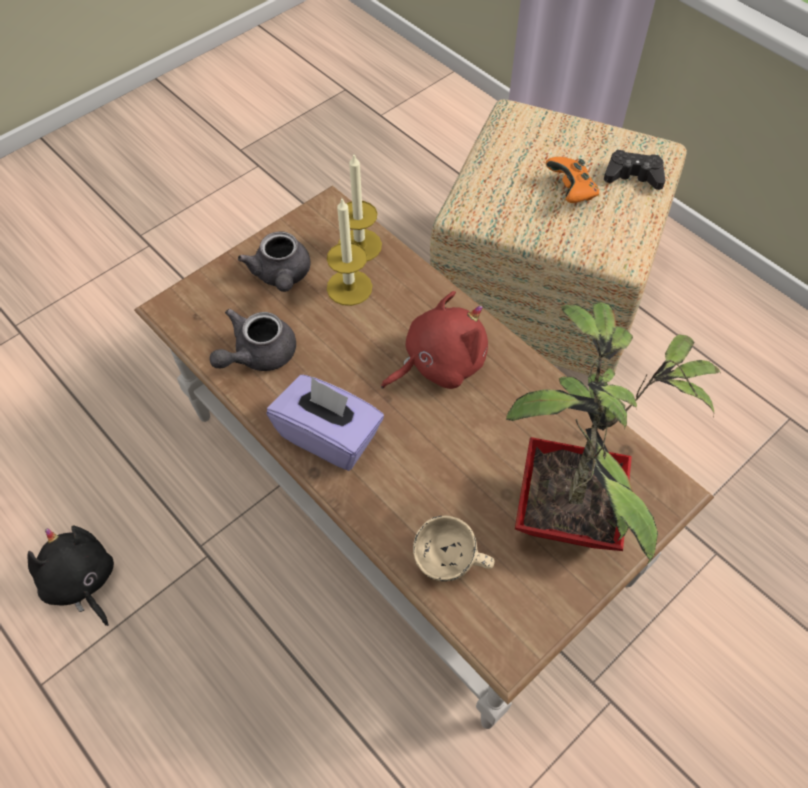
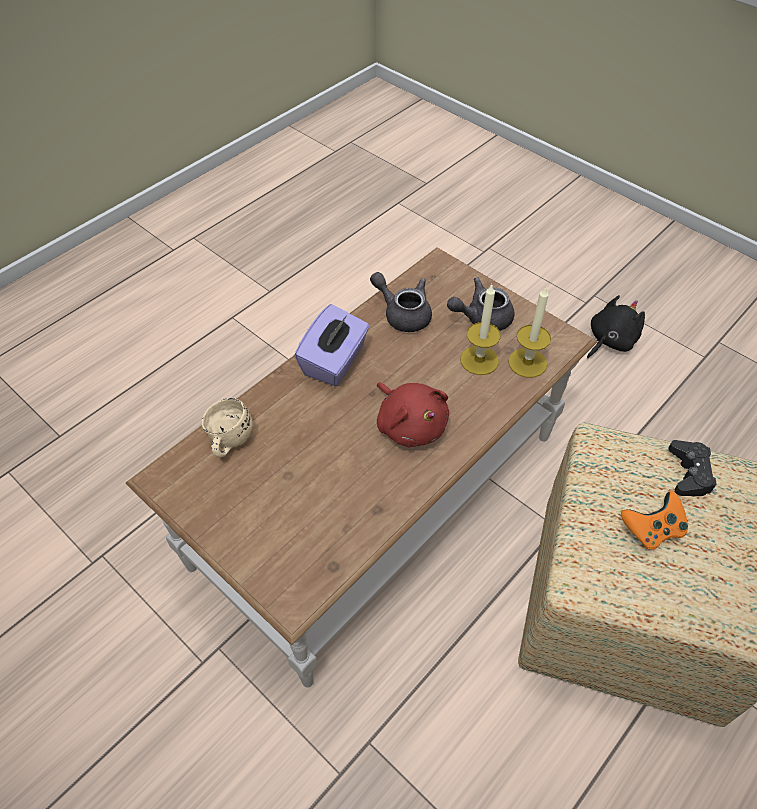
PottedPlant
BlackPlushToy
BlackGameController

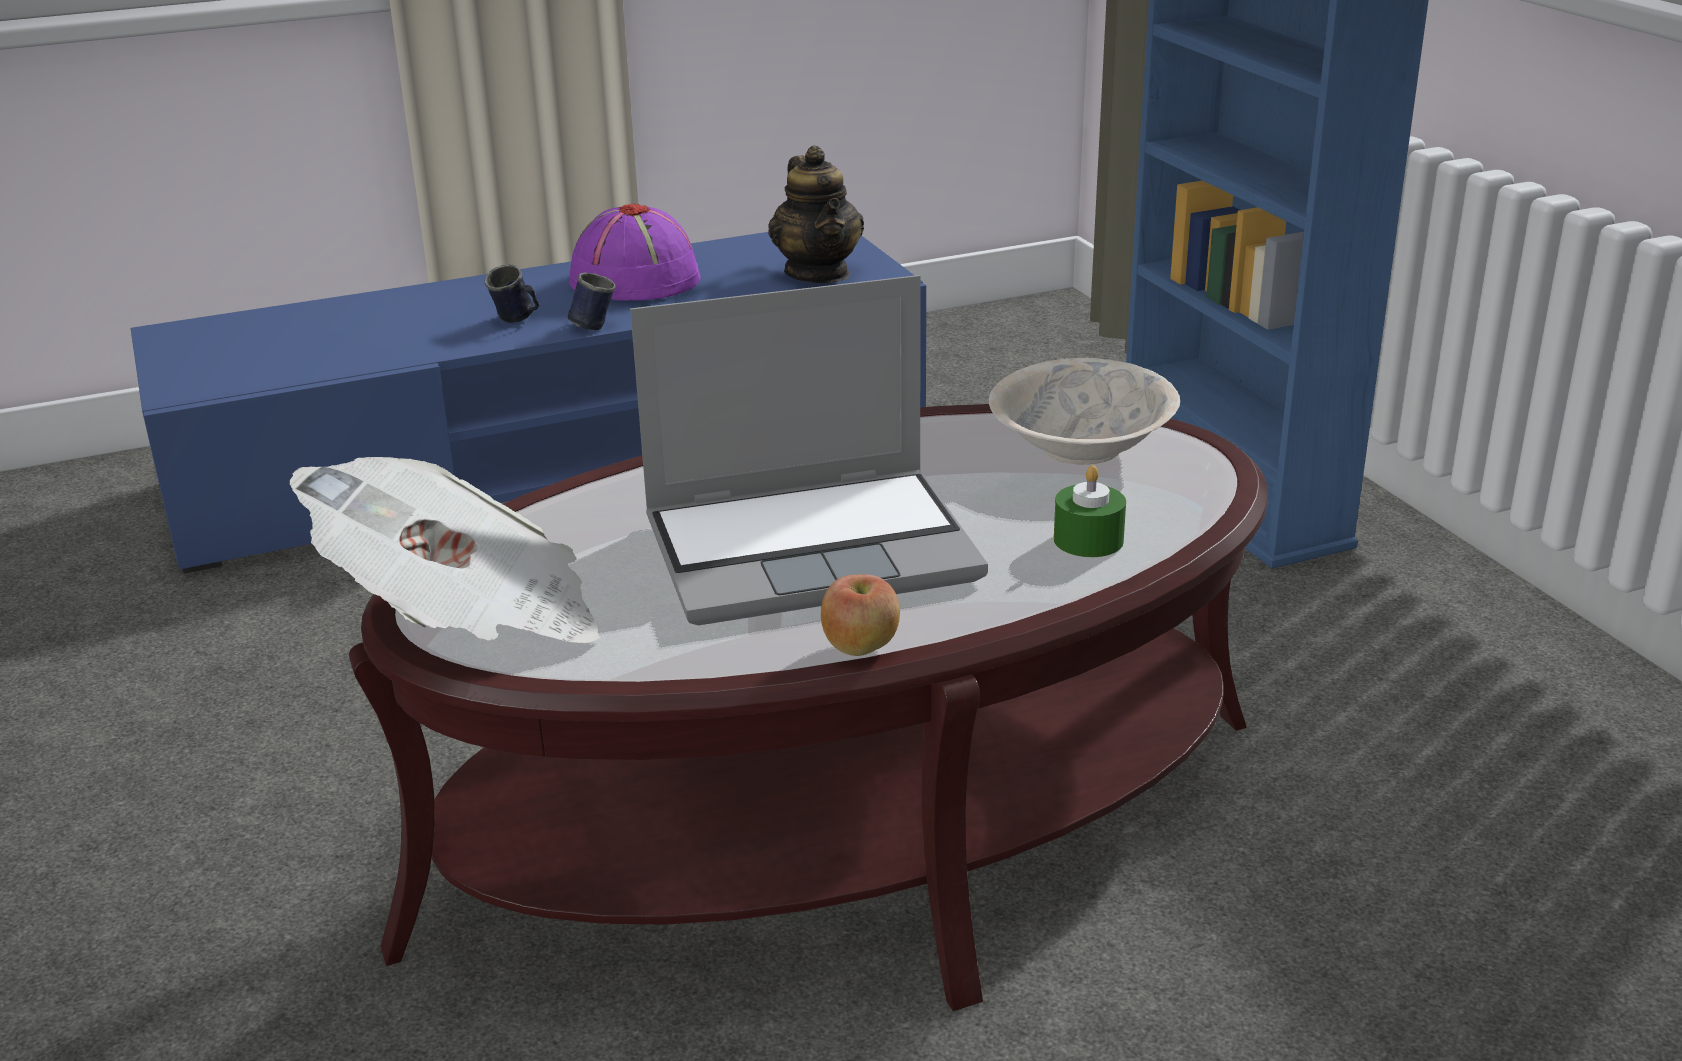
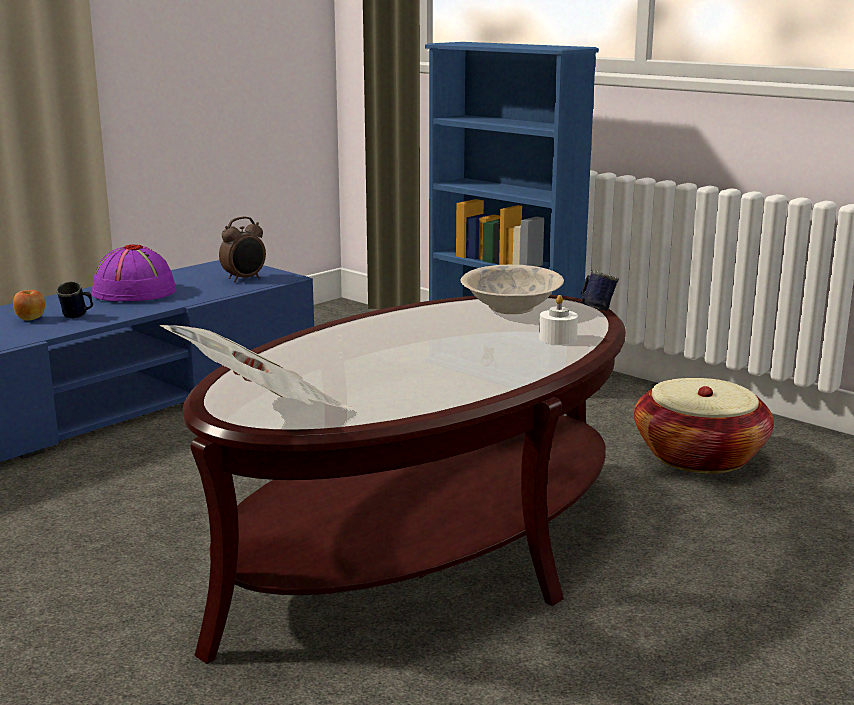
Laptop
Basket
BlueMug (2nd from left)
Apple
AlarmClock
WhiteCandle

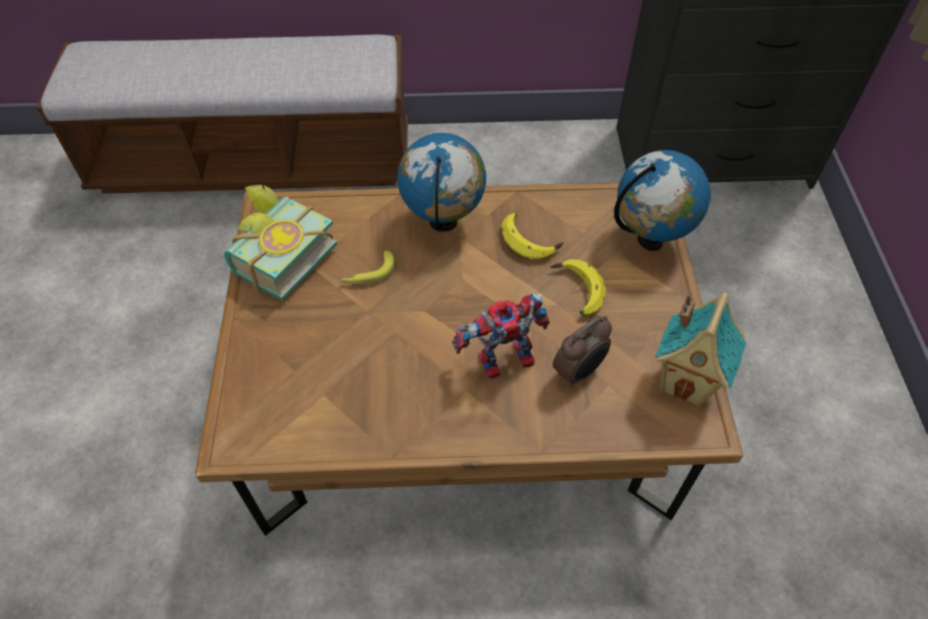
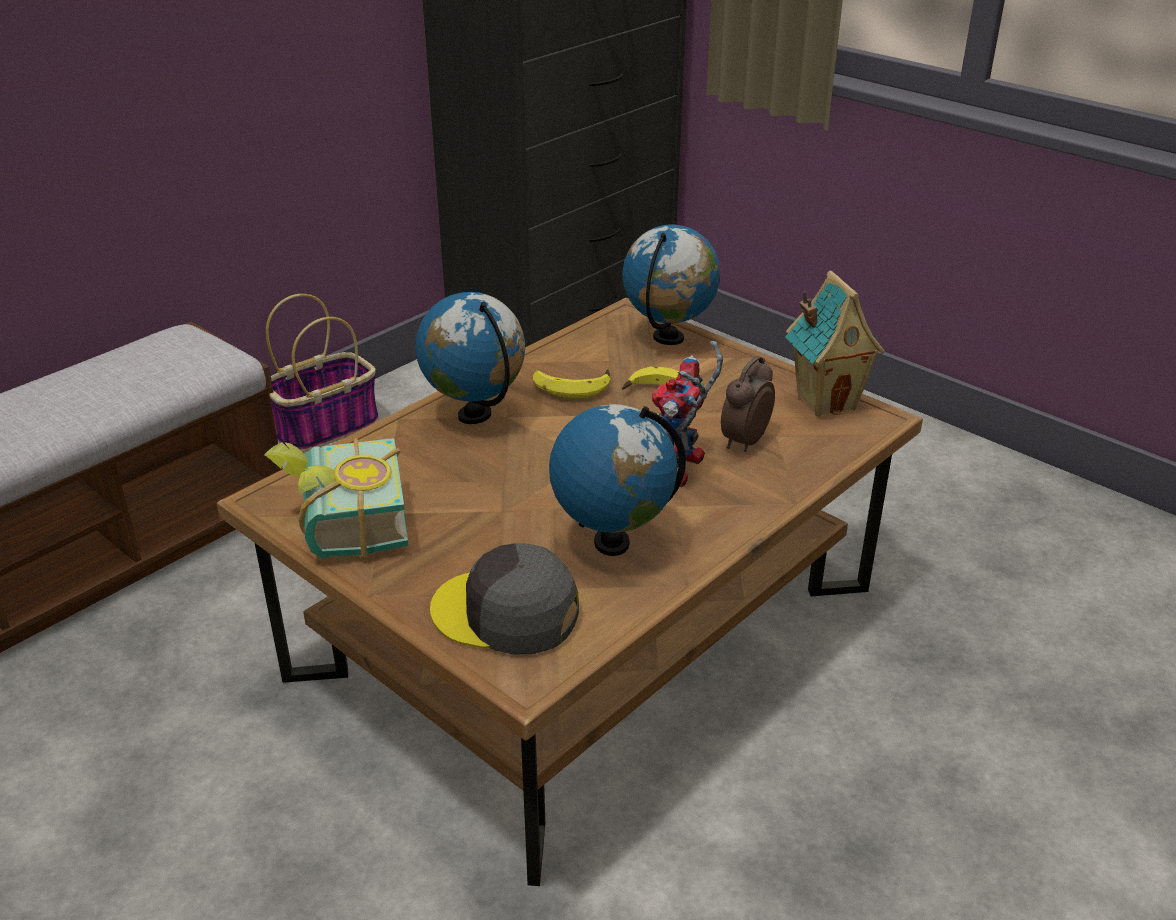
Banana (1st from left in the first image)
Basket
GreyCap
Globe (2nd from left)
AlarmClock

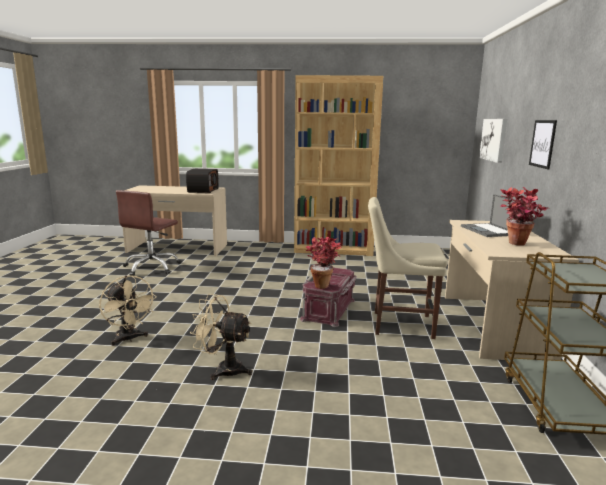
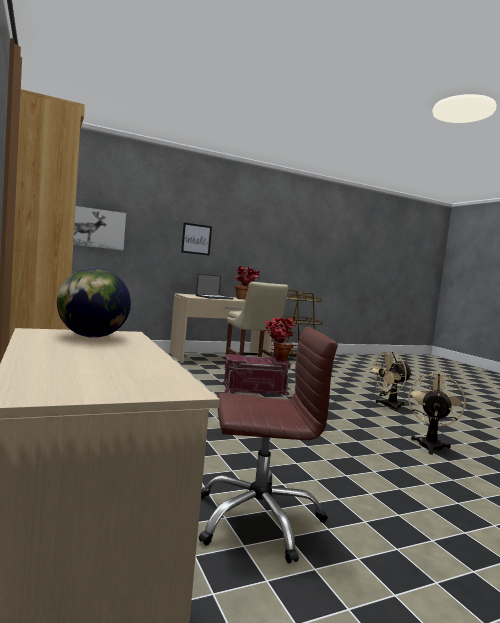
Globe
BeigeFan (1st from left)

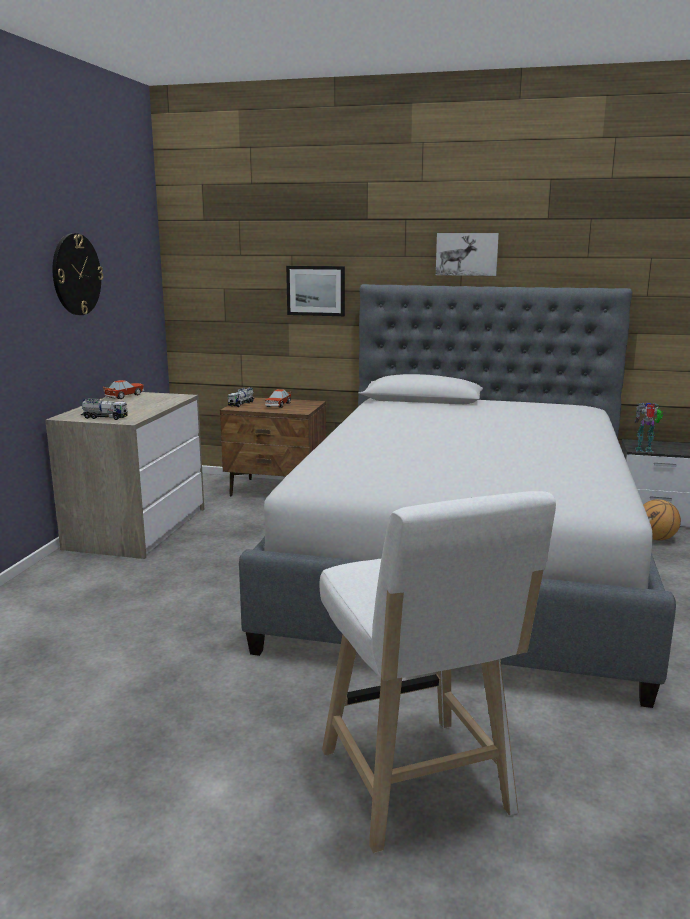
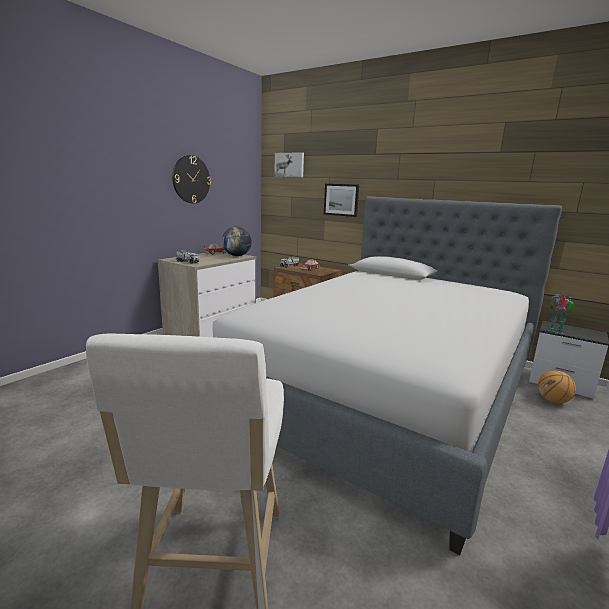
Globe
Picture (1st from left)

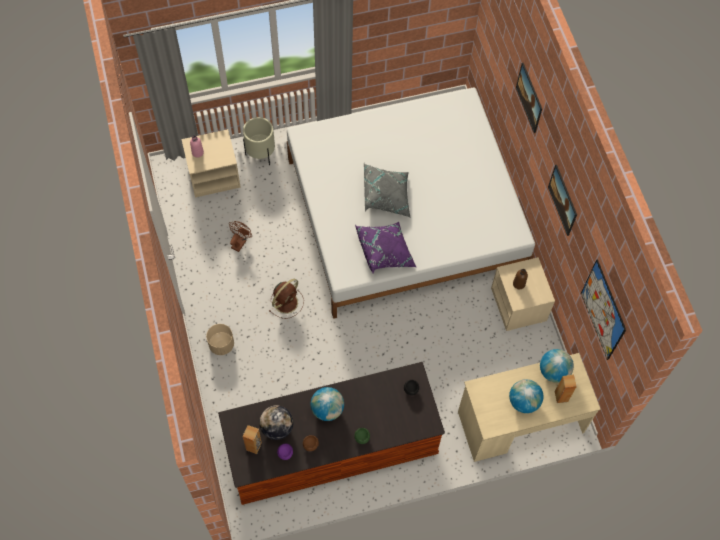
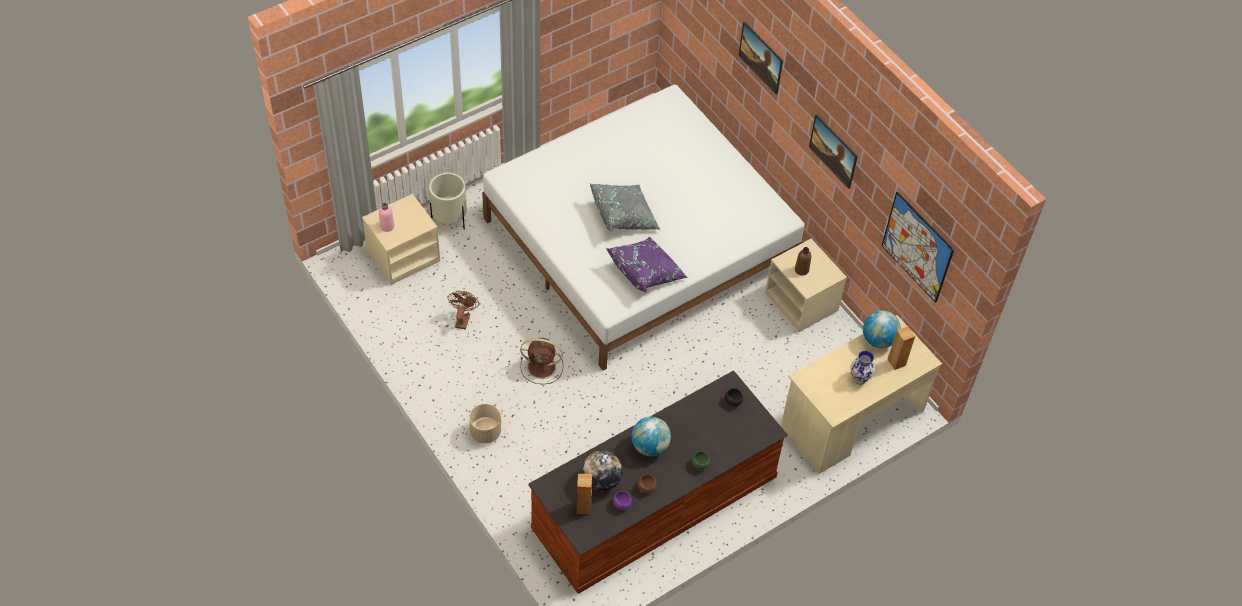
Vase
BrownFan (2nd from left)

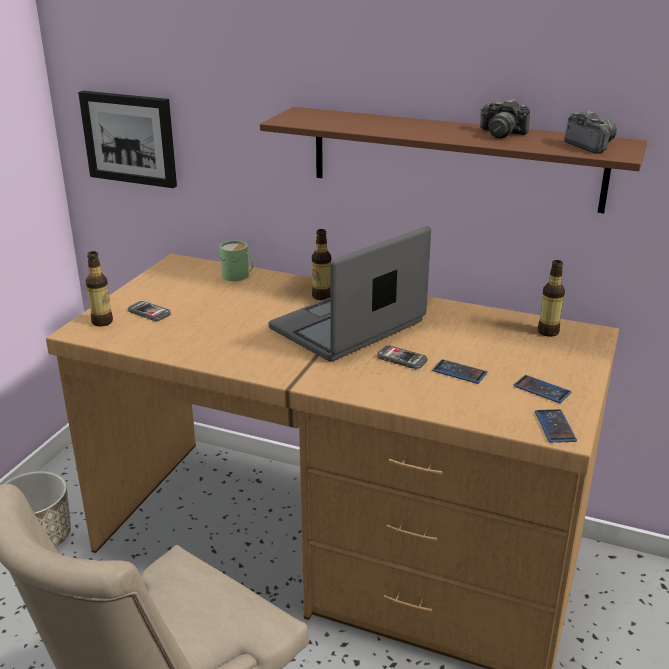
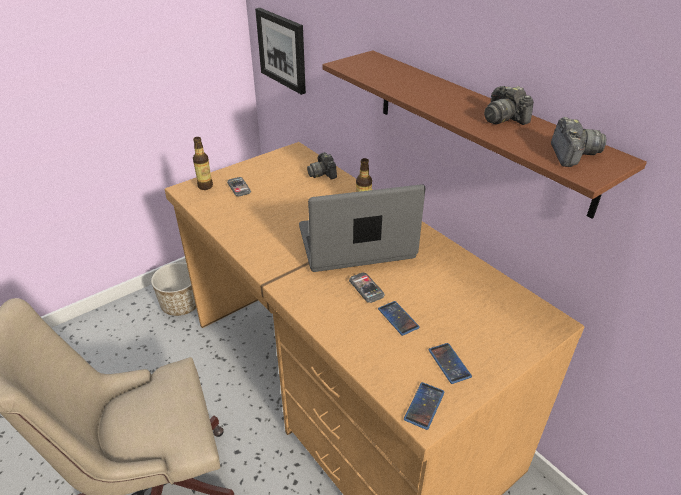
Bottle (3rd from left in the first image)
PhotoCamera (1st from left)

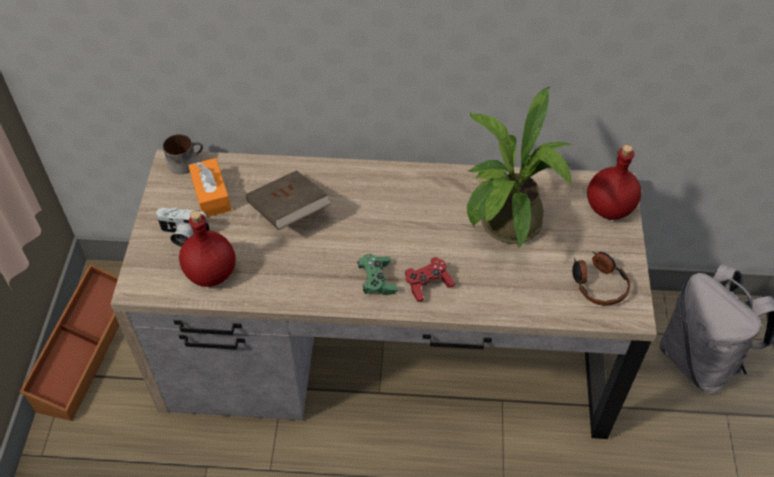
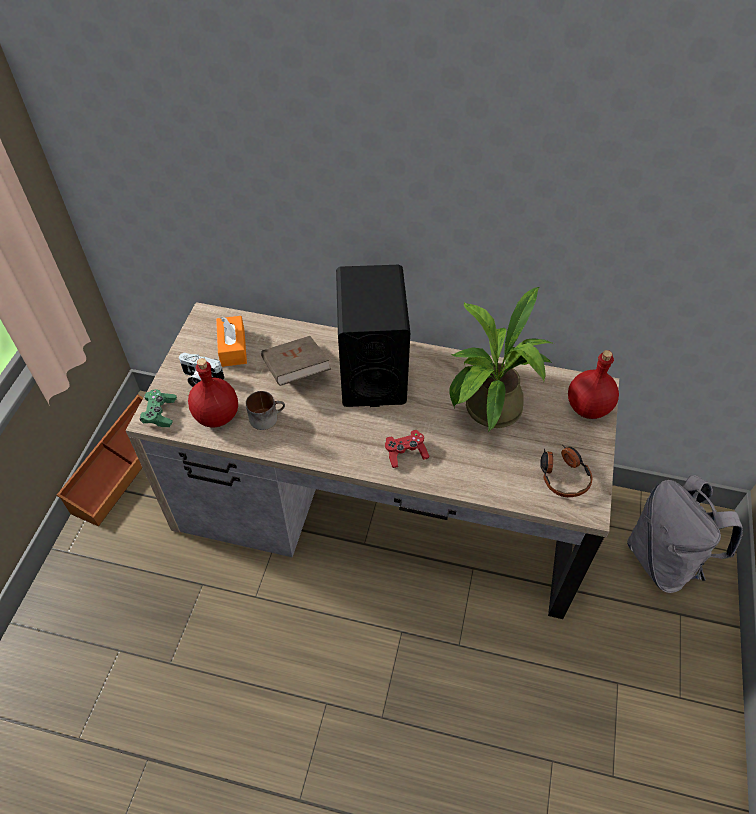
BlackSpeaker
Mug
GreenGameController

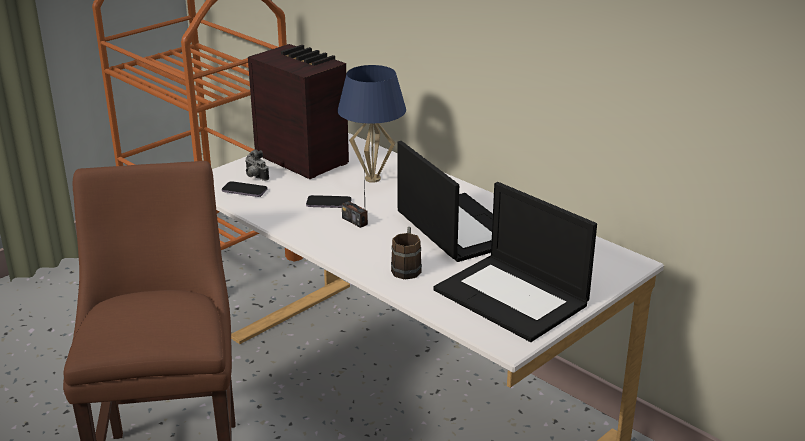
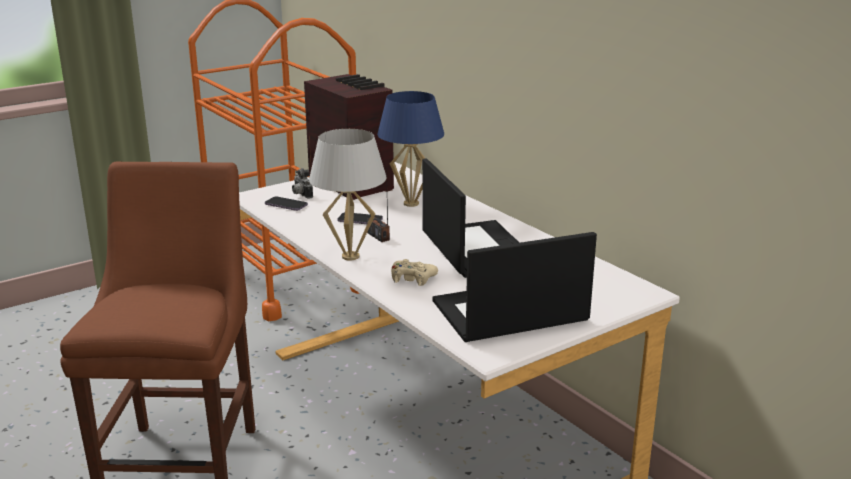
WhiteTableLamp
BeigeGameController
Laptop (2nd from left)

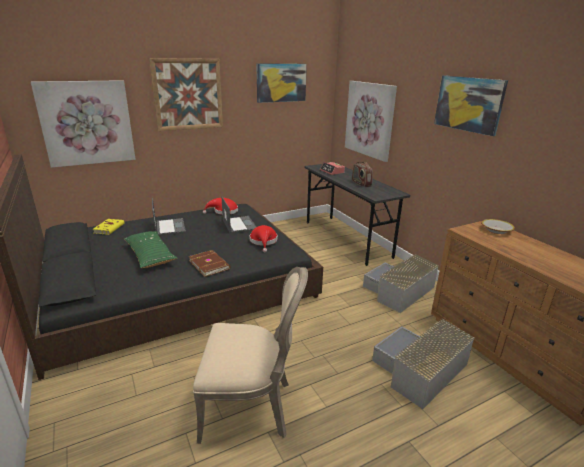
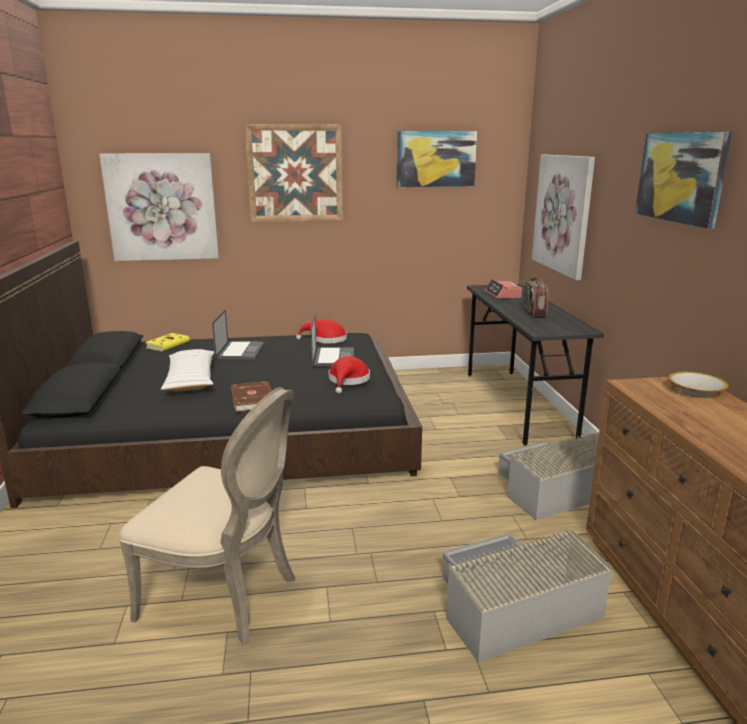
WhitePillow

